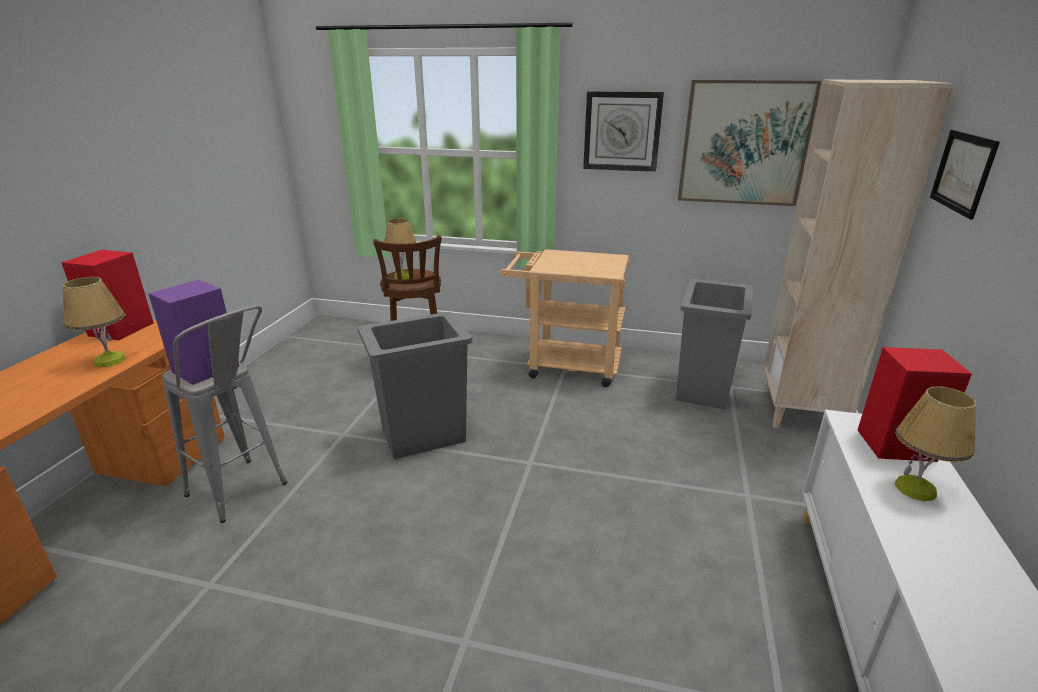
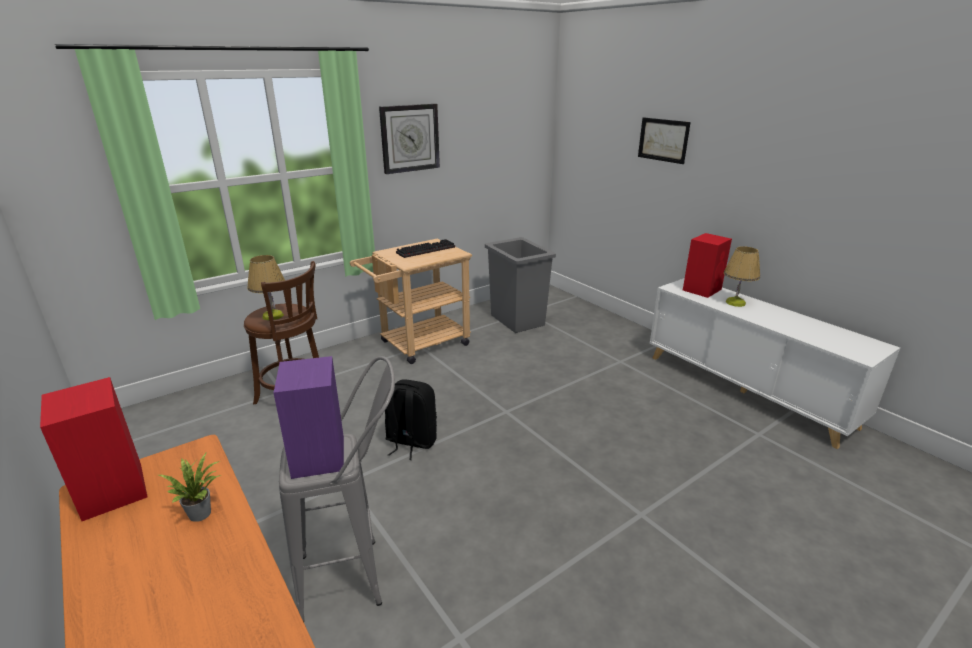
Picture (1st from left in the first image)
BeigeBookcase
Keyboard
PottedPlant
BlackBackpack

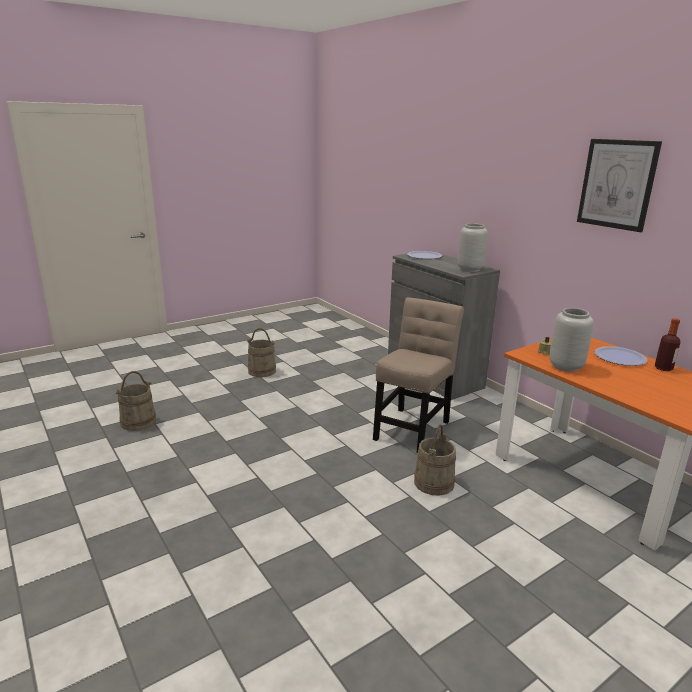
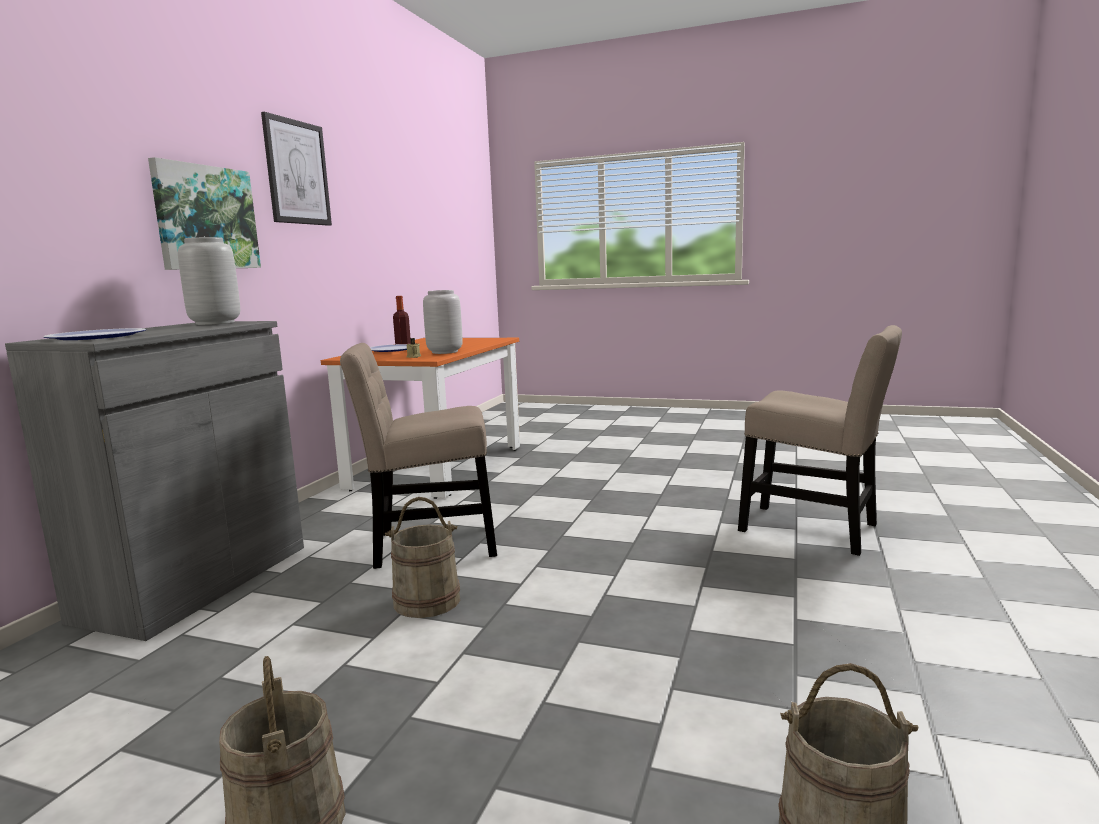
Picture (1st from left)
BeigeChair (2nd from left)
BeigeBucket (2nd from left)

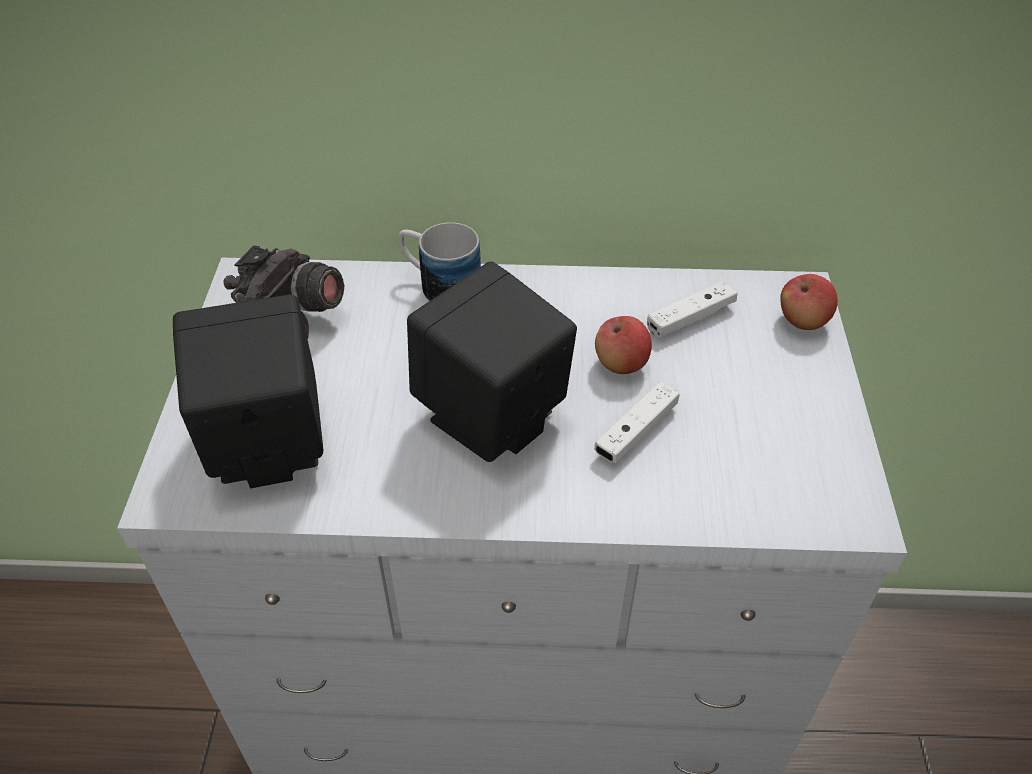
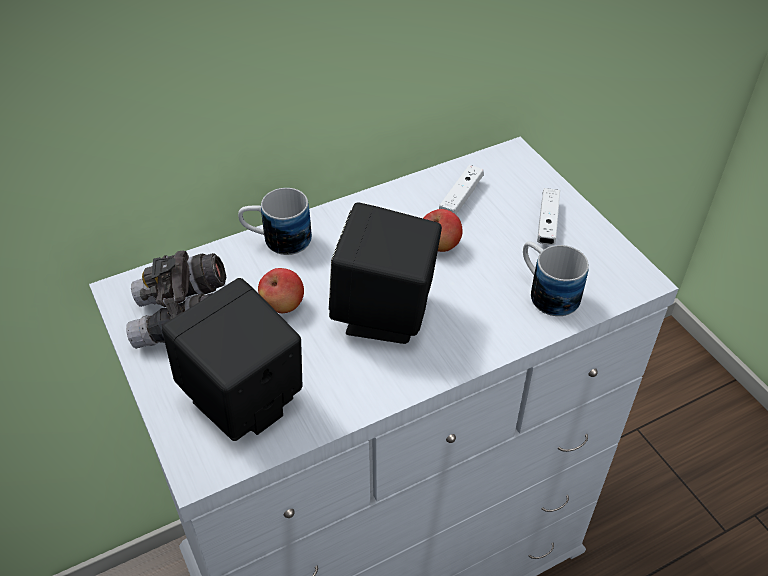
Mug (2nd from left)
WhiteGameController (2nd from left)
Apple (1st from left)

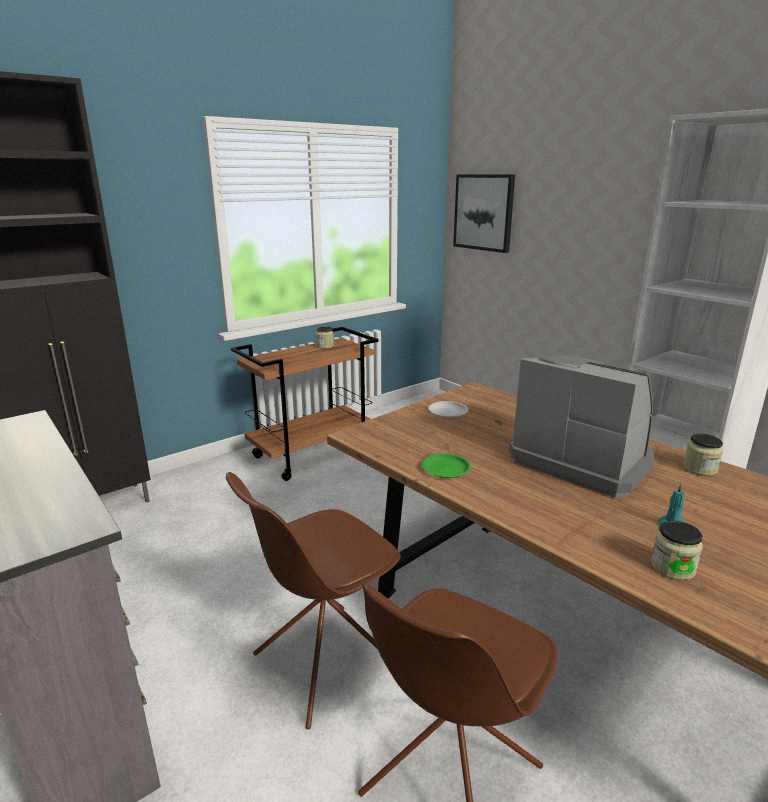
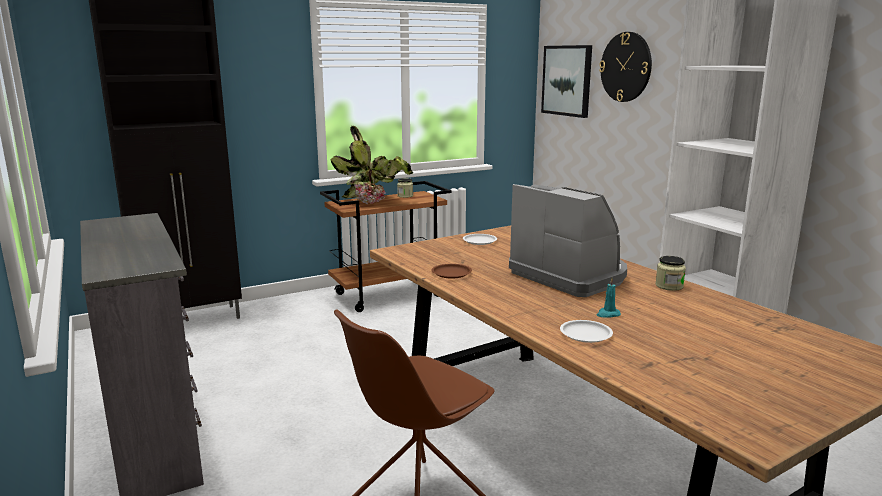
BrownChair (1st from left in the first image)
PottedPlant
WallClock
WhitePlate (2nd from left)
BrownPlate

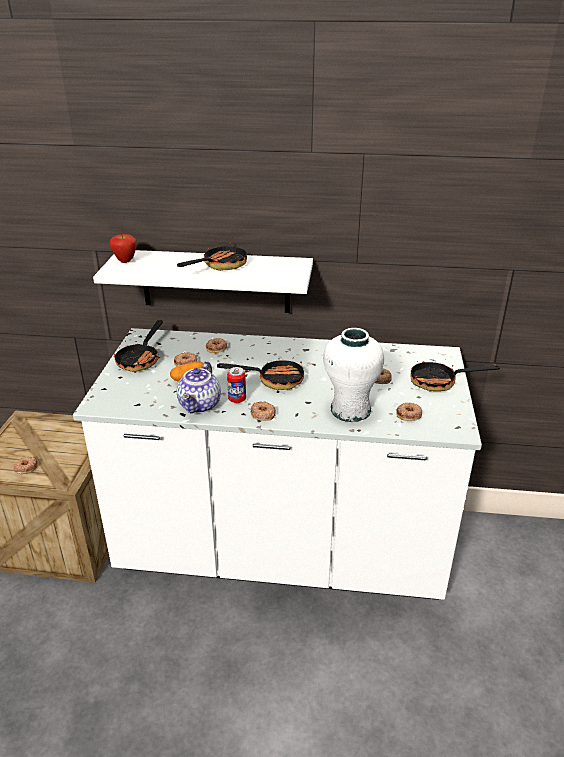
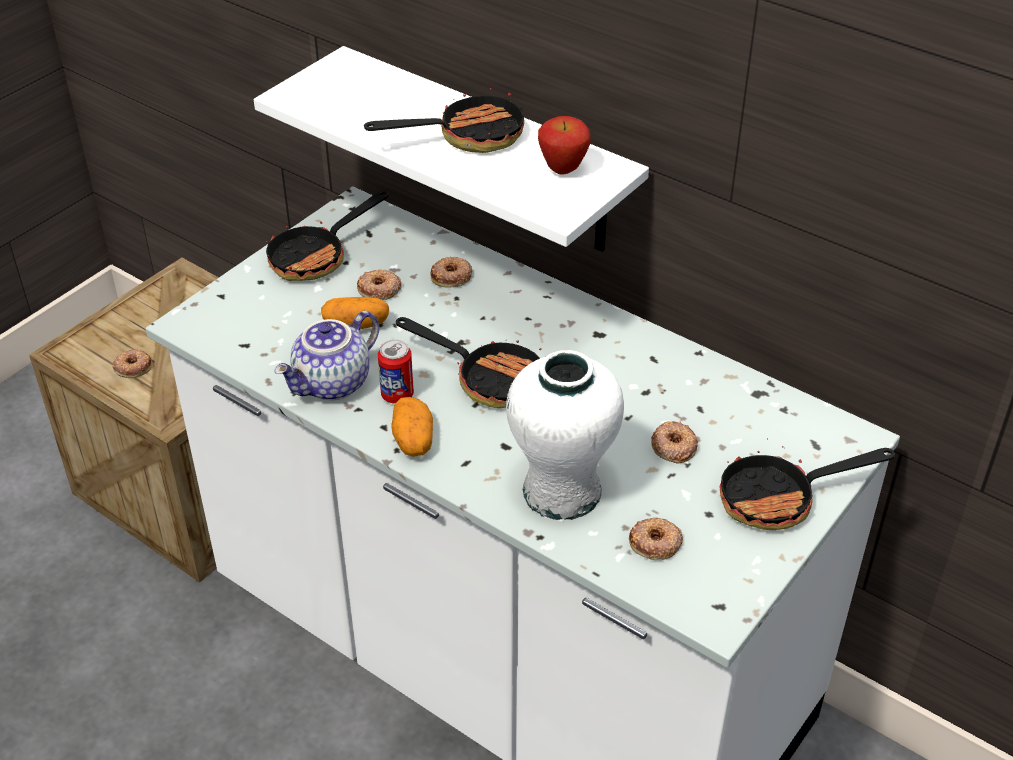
Apple
Potato (2nd from left)
FryingPan (4th from left)

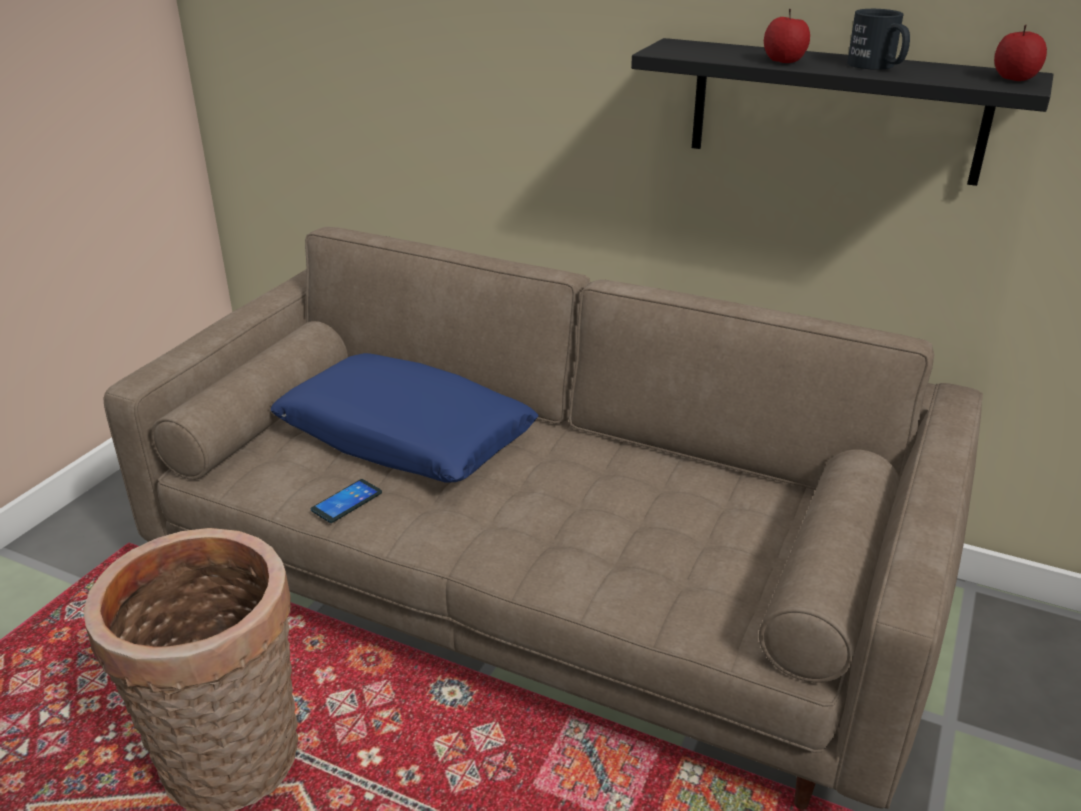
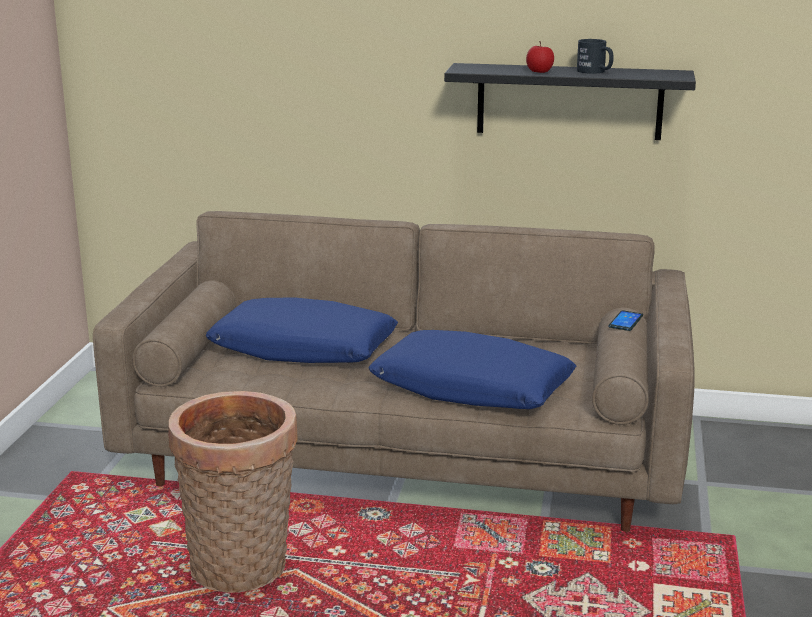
Apple (2nd from left in the first image)
BluePillow (2nd from left)
Phone

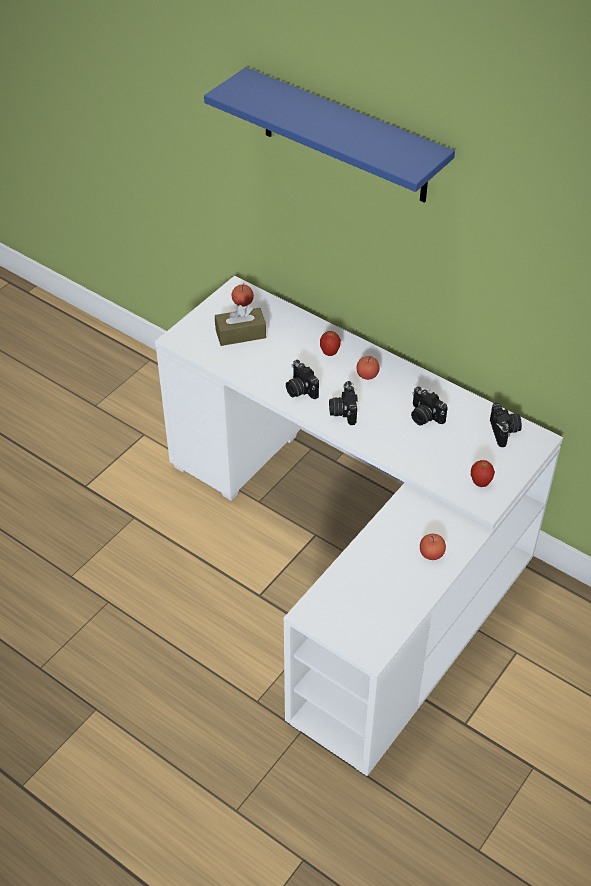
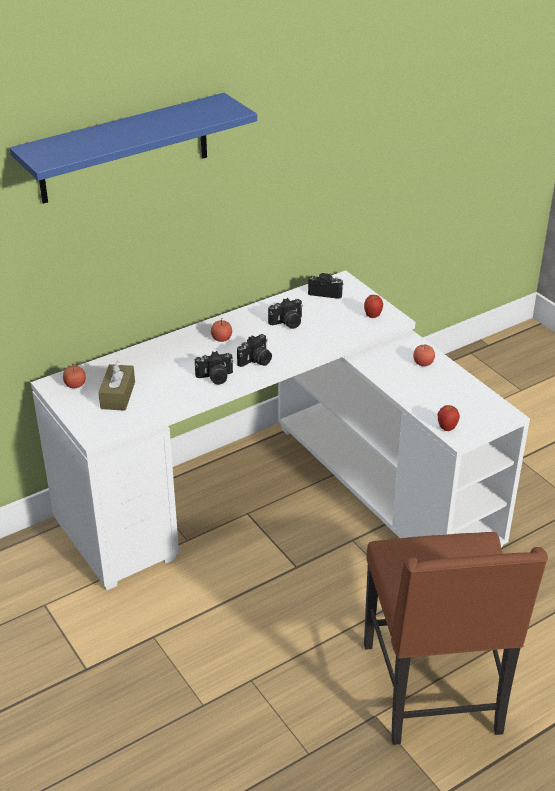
BrownChair
Apple (5th from left)
PhotoCamera (2nd from left)

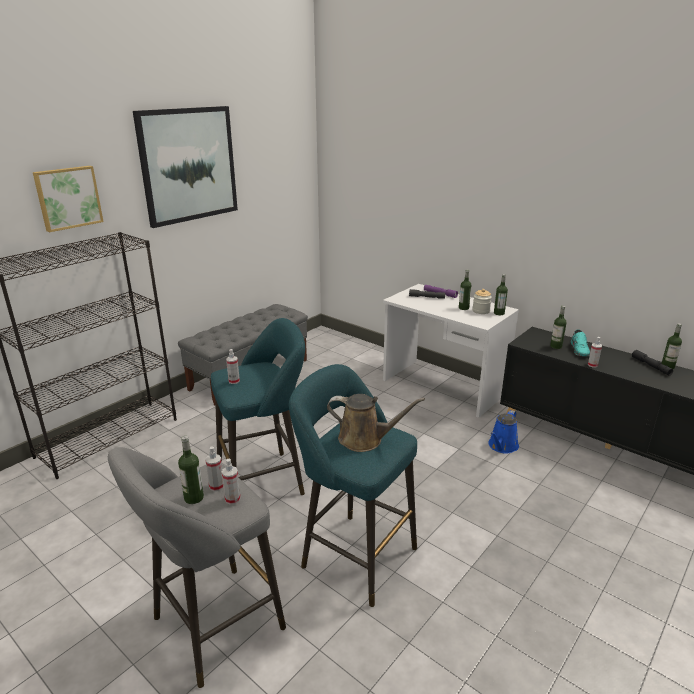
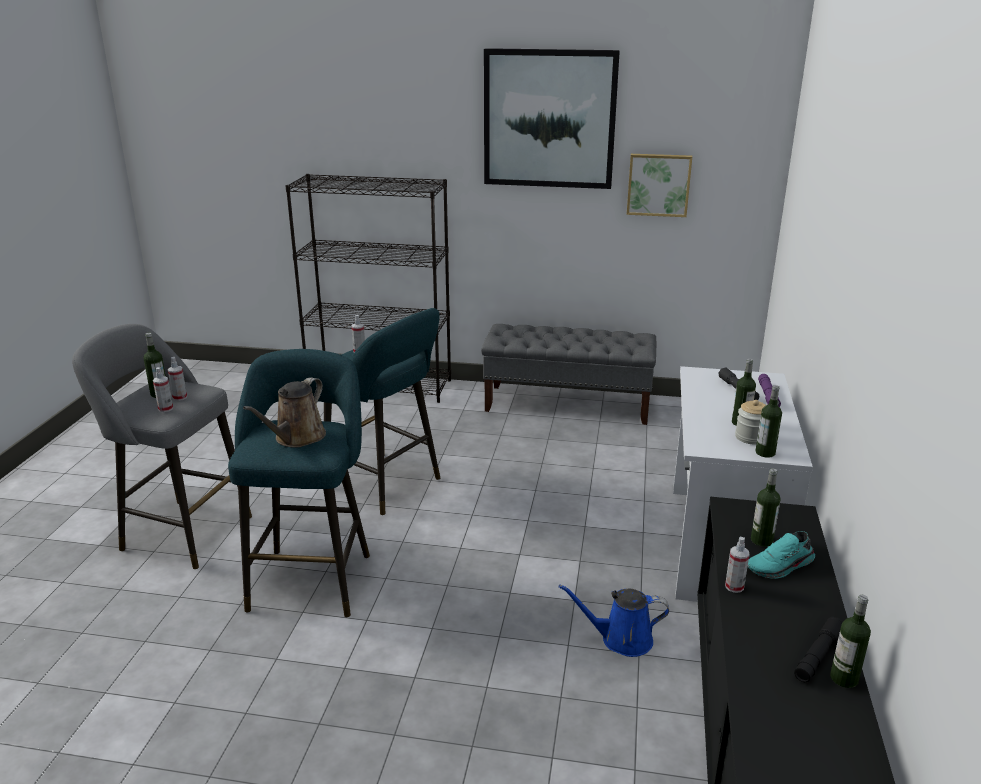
Picture (2nd from left)
BrownWateringCan

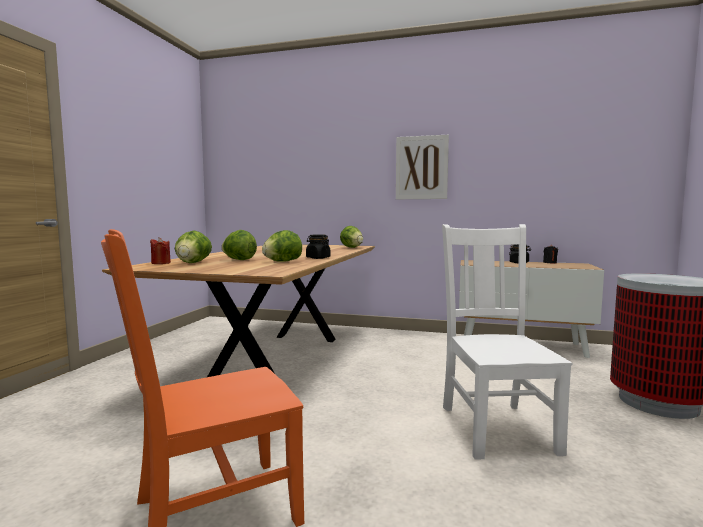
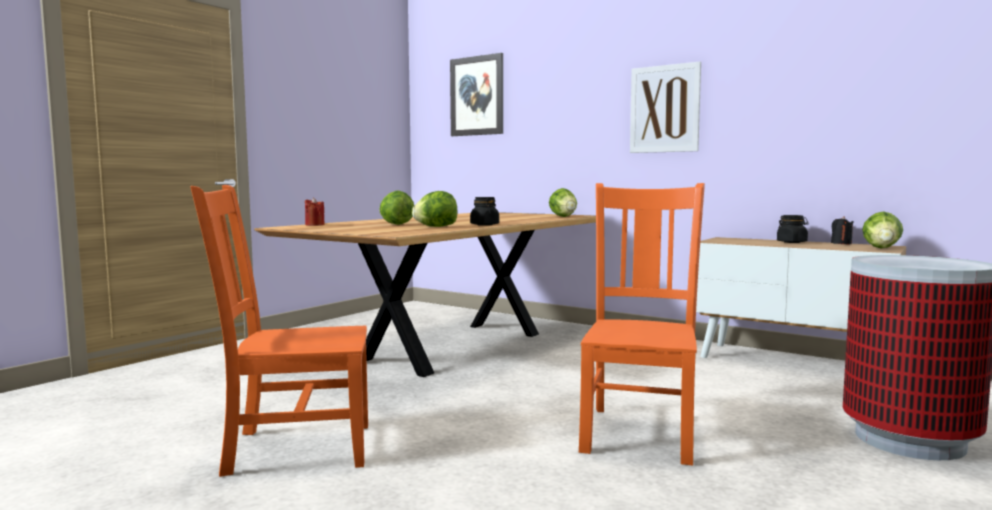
Picture (1st from left)
Lettuce (4th from left)
OrangeChair (2nd from left)

